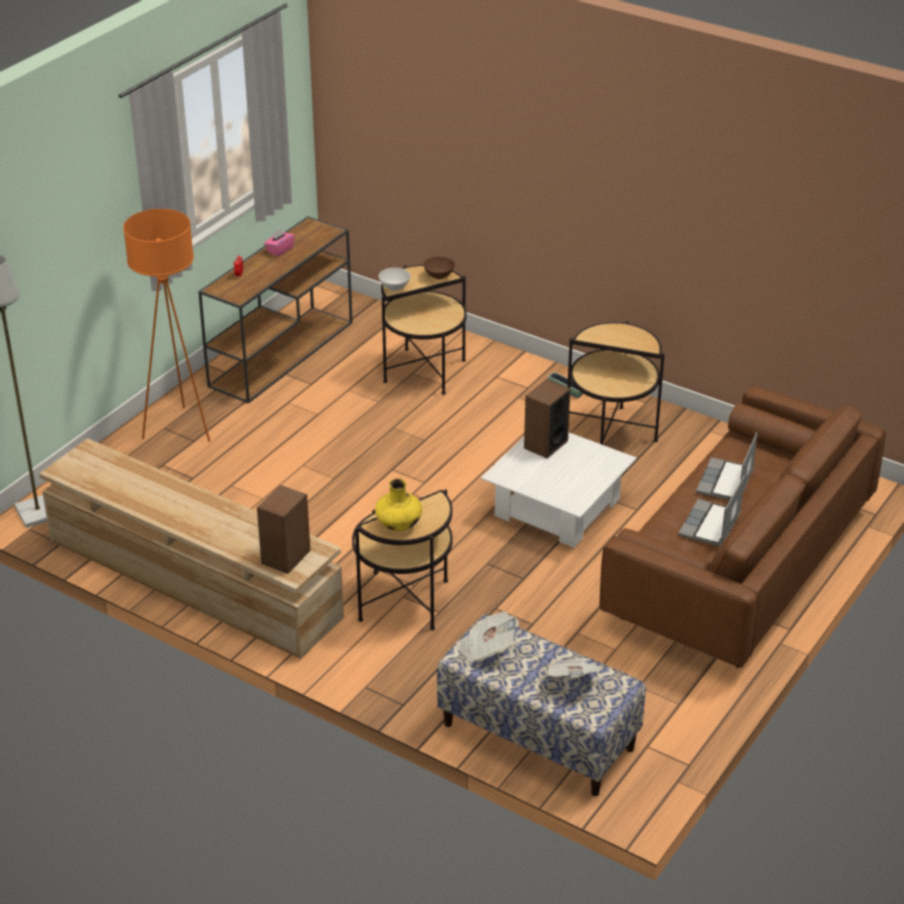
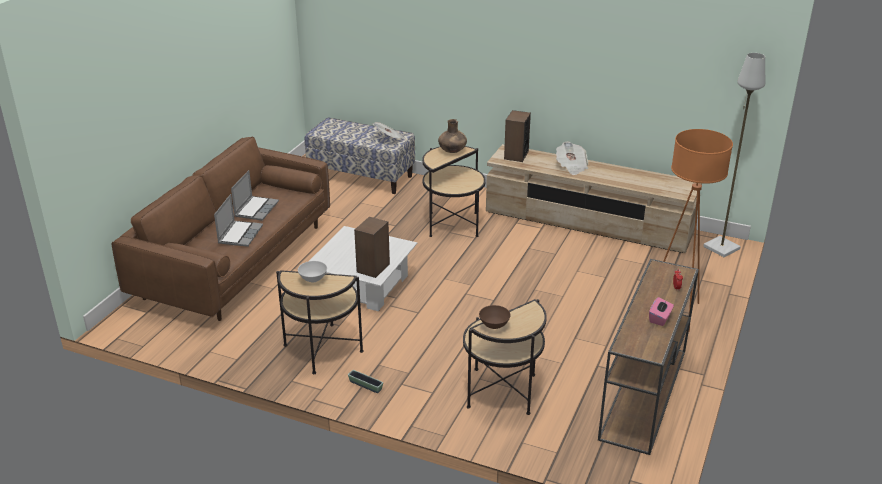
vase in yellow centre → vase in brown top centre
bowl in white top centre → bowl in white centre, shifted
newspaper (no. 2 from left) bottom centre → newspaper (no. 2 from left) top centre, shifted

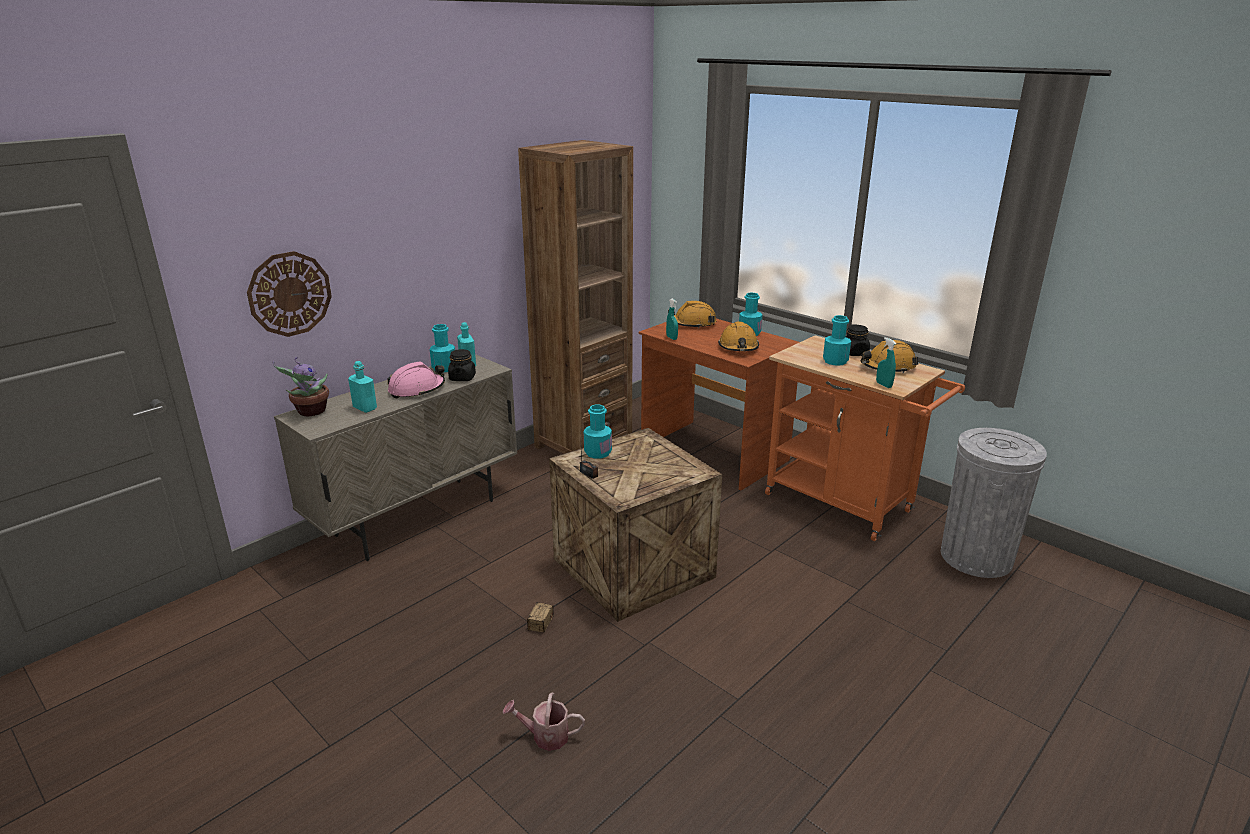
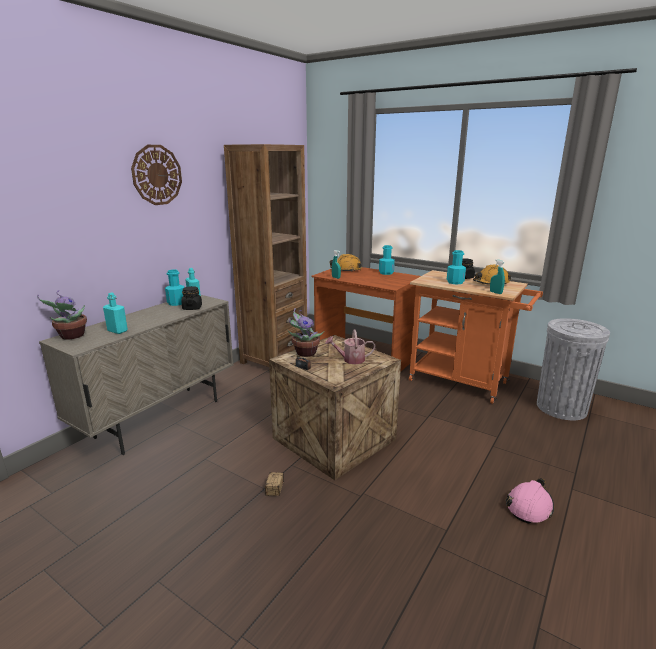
wall clock middle left → wall clock top left, shifted
hard hat in pink middle left → hard hat in pink bottom right, shifted
watering can bottom centre → watering can centre, shifted
bottle in turquoise (no. 4 from left) centre → potted plant (no. 2 from left) centre
hard hat in orange (no. 2 from left) centre → -

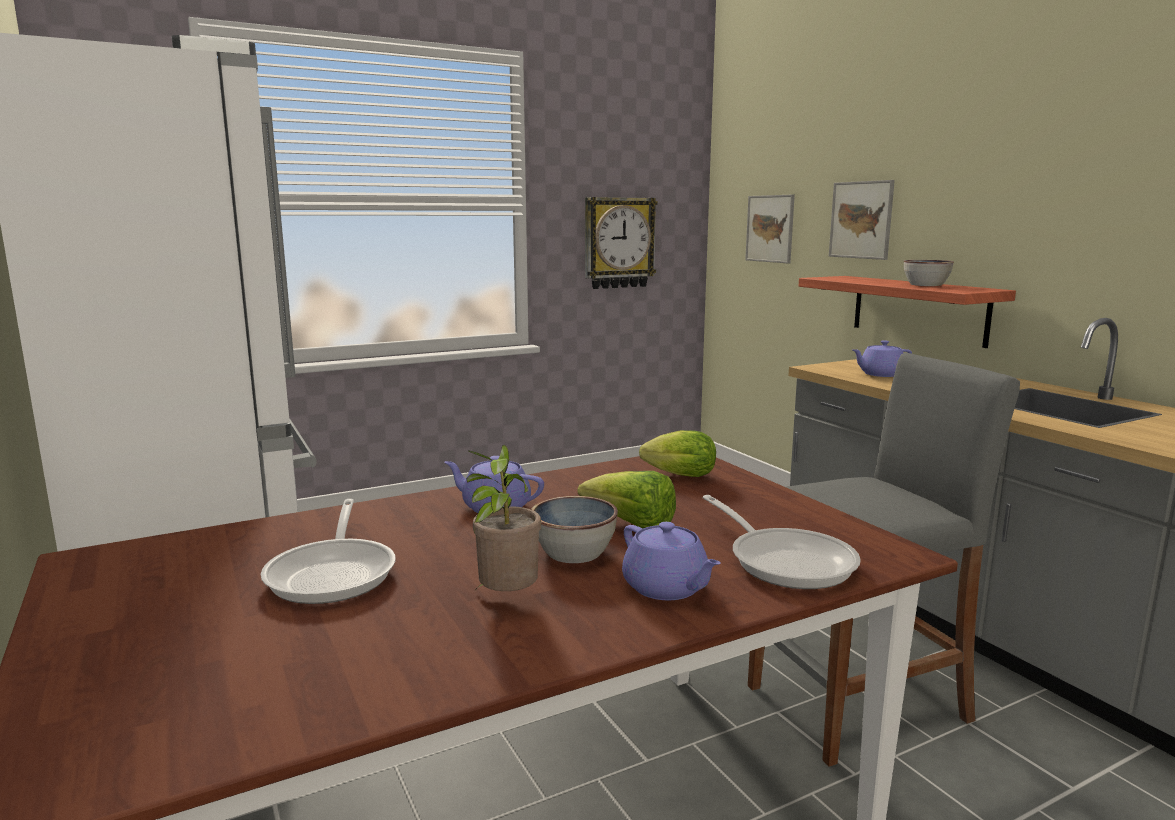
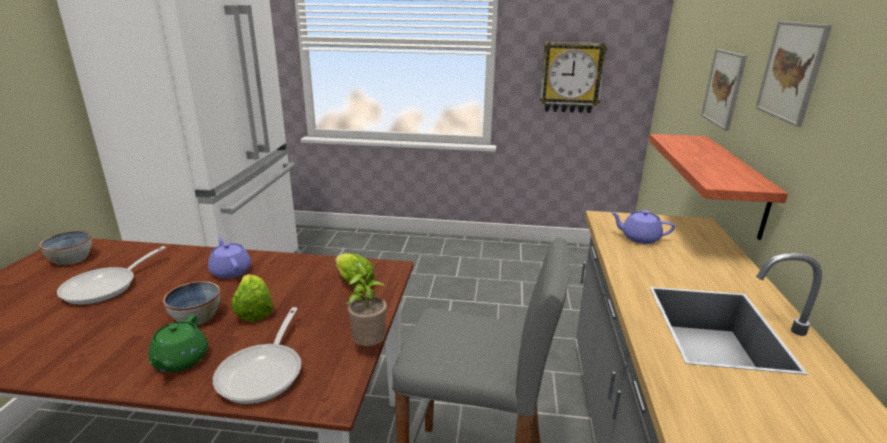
potted plant centre → potted plant bottom centre, shifted
teapot in purple (no. 2 from left) bottom centre → teapot in green bottom left
picture (no. 1 from left in the first image) top centre → picture (no. 2 from left) top right, shifted
bowl (no. 2 from left in the first image) top right → bowl (no. 1 from left) middle left, shifted

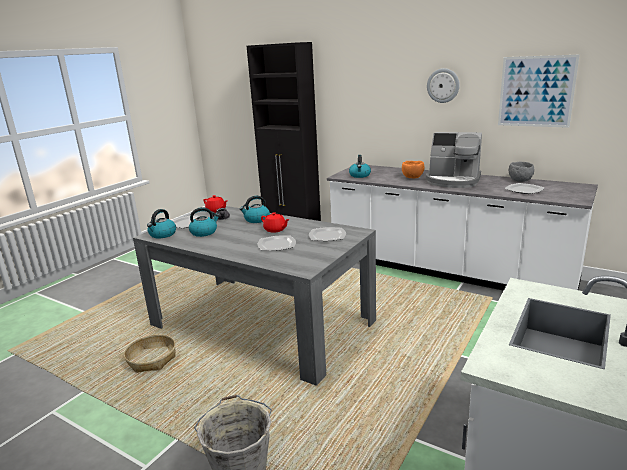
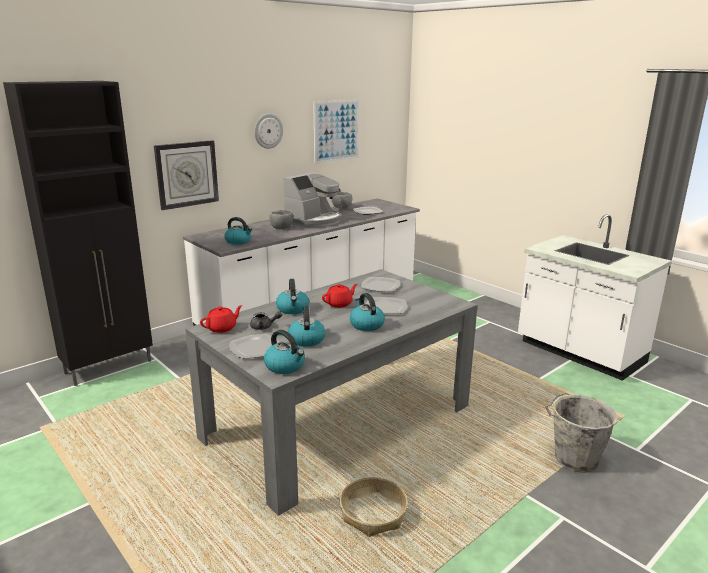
bowl in orange centre → bowl in grey (no. 1 from left) centre
- → wall clock (no. 1 from left) top left
- → kettle (no. 5 from left) centre

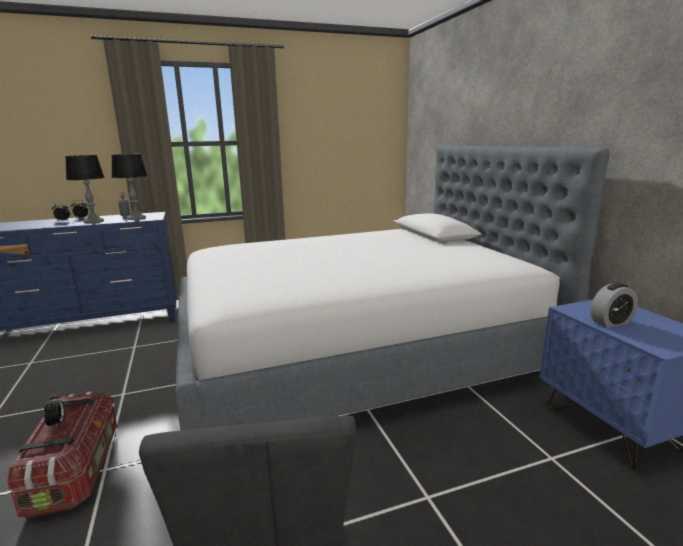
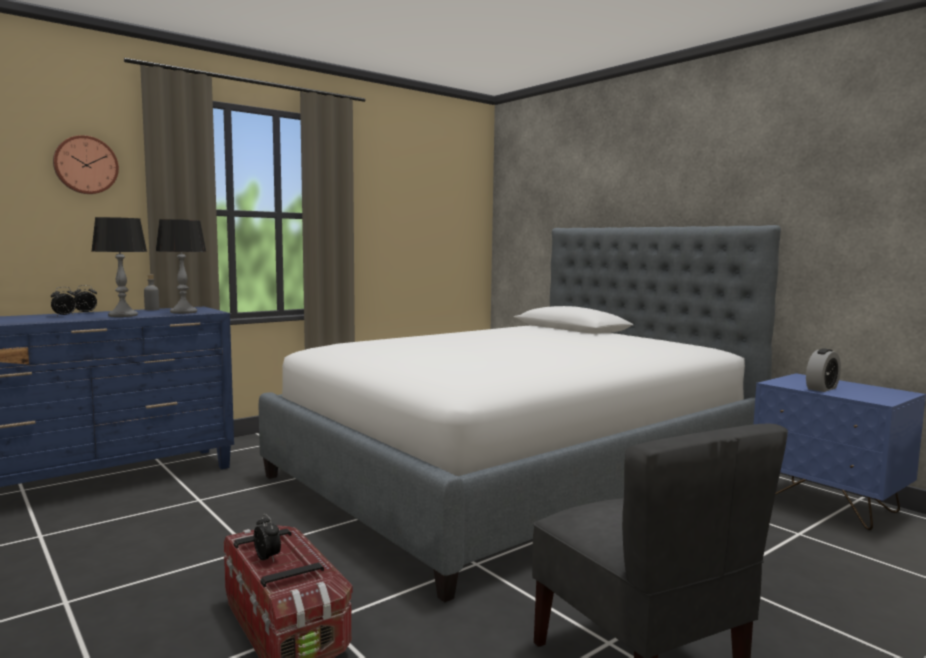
- → wall clock top left

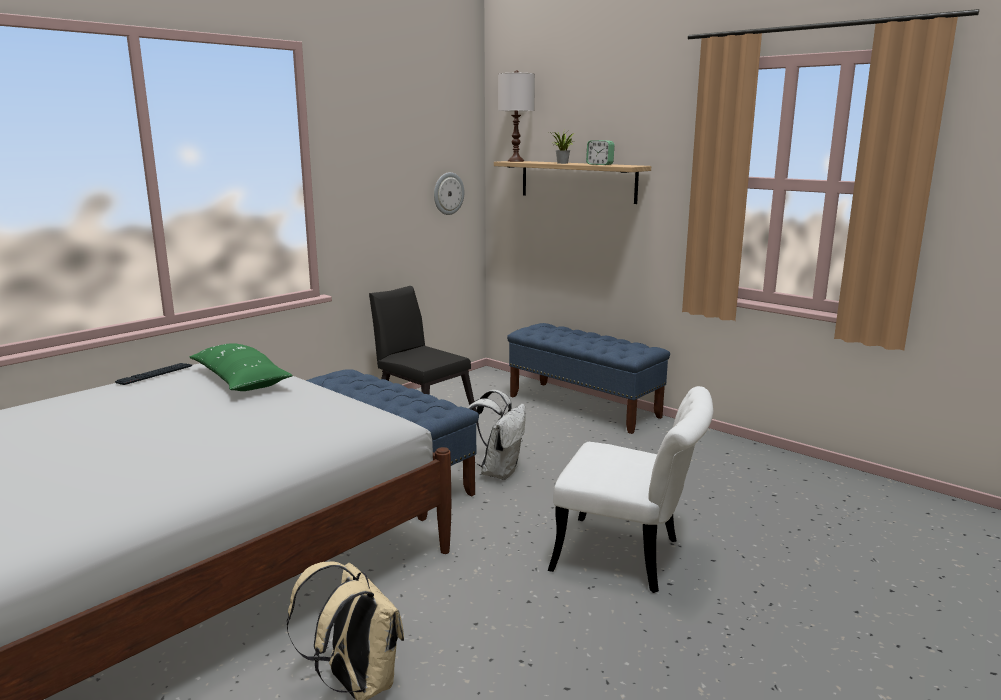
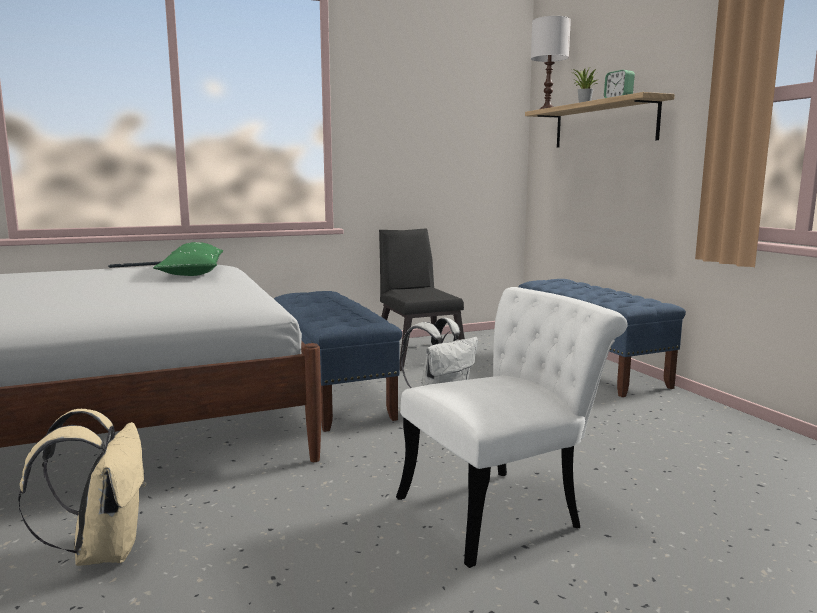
wall clock top centre → -
chair in white bottom centre, 75 degrees counterclockwise

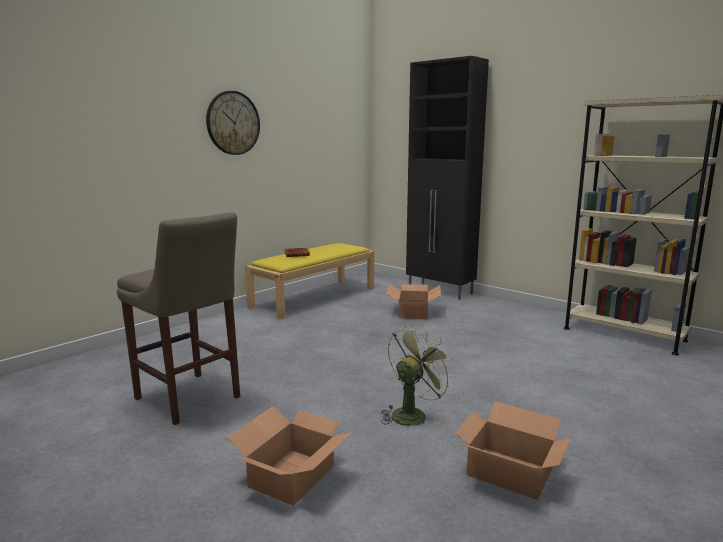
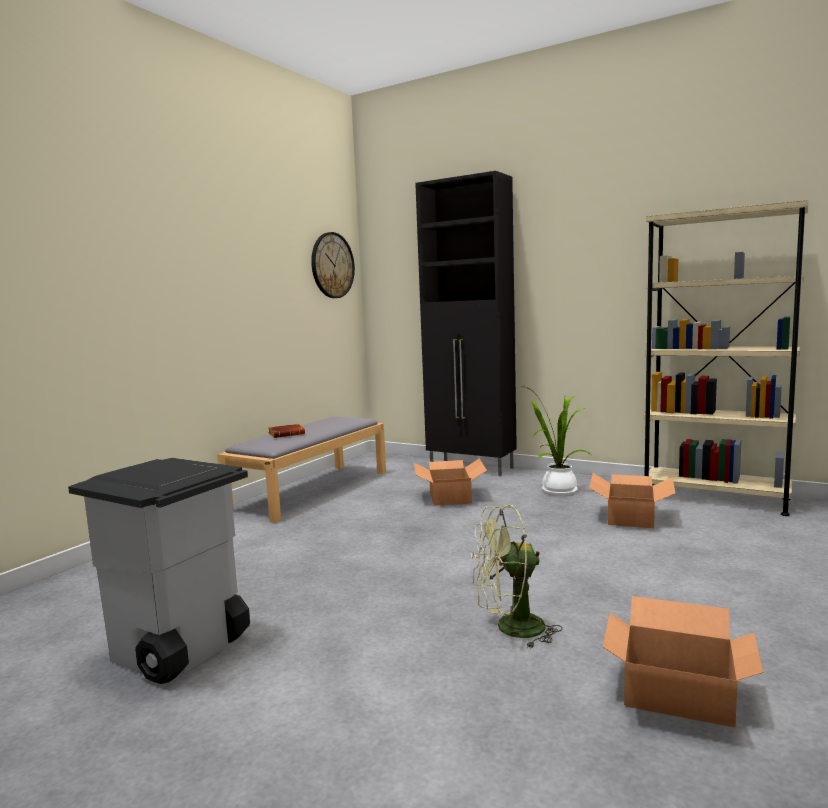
stool in beige middle left → trash can in grey bottom left
wall clock top left → wall clock top centre, shifted
cardboard box (no. 1 from left in the first image) bottom centre → cardboard box (no. 2 from left) middle right, shifted
bench in yellow centre → bench in grey centre
fan in green bottom centre, 135 degrees counterclockwise
- → potted plant middle right

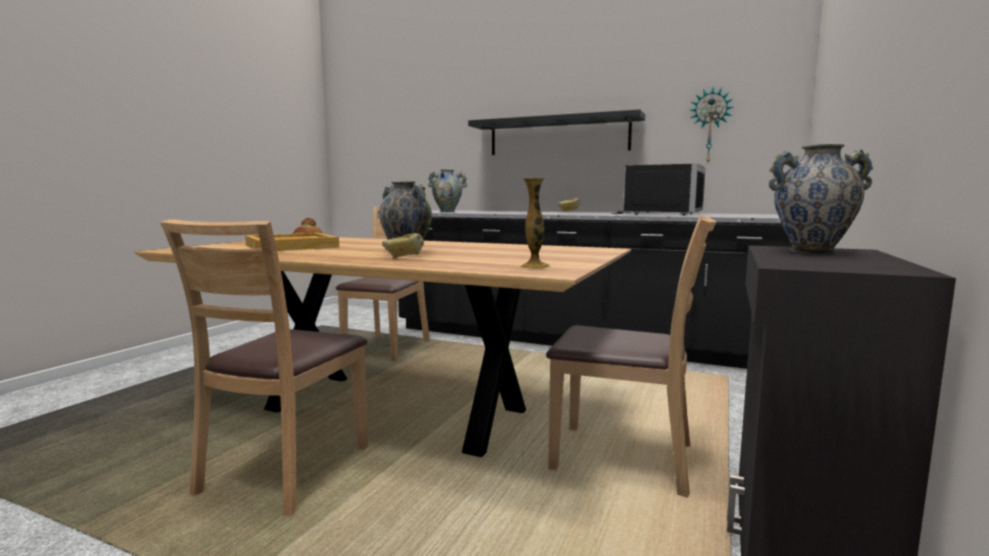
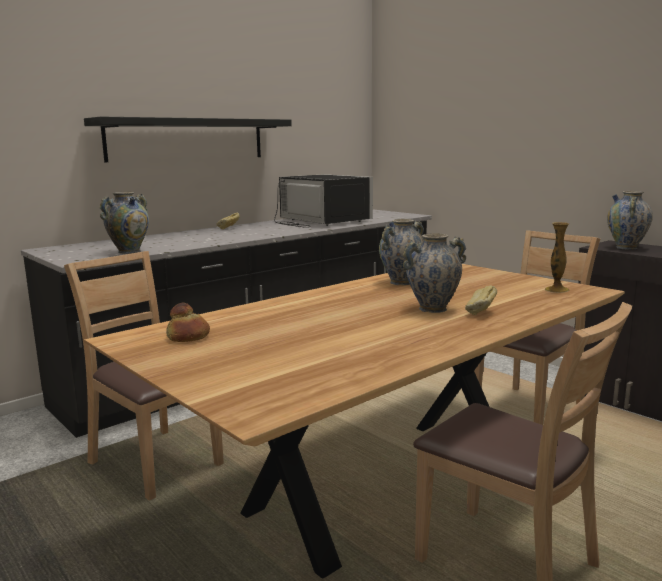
tray in beige middle left → -
wall clock top right → -
- → vase (no. 2 from left) centre

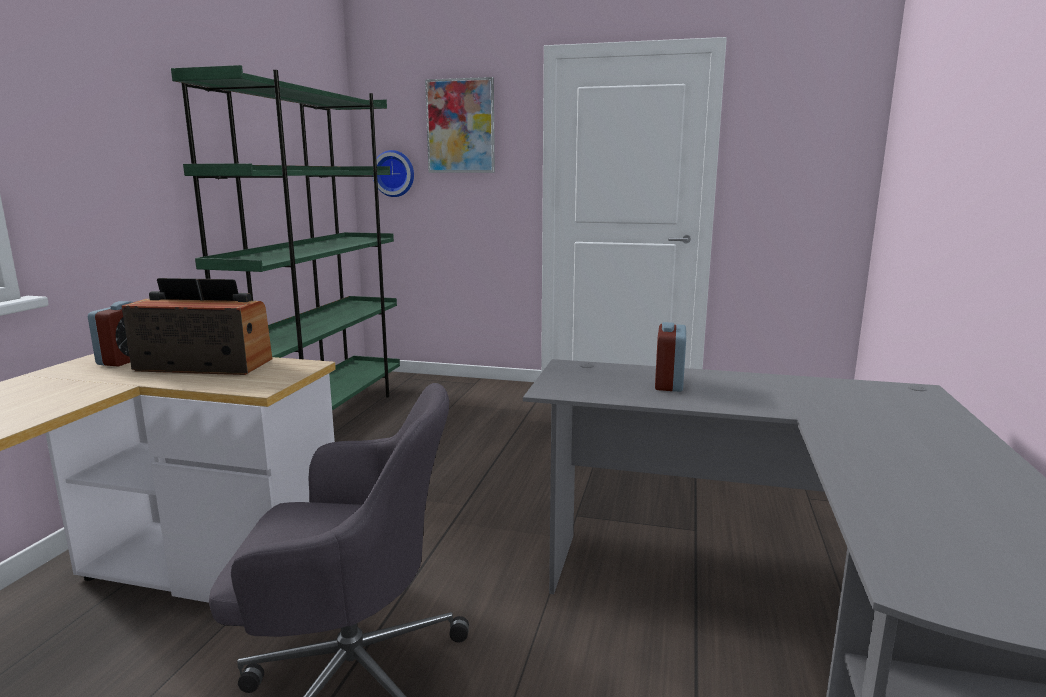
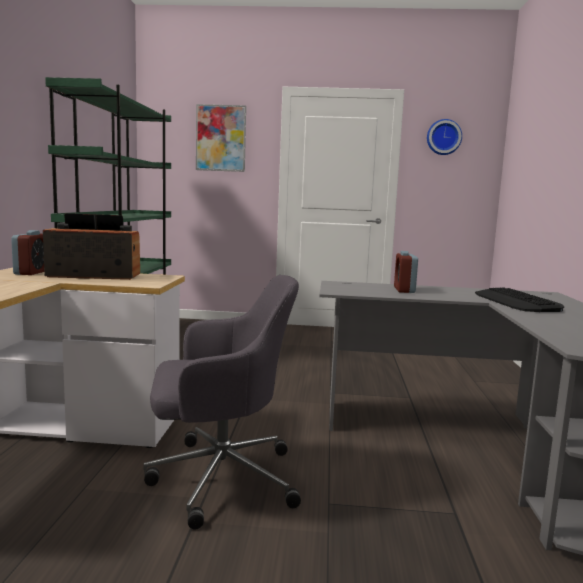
wall clock top centre → wall clock top right, shifted
- → keyboard middle right

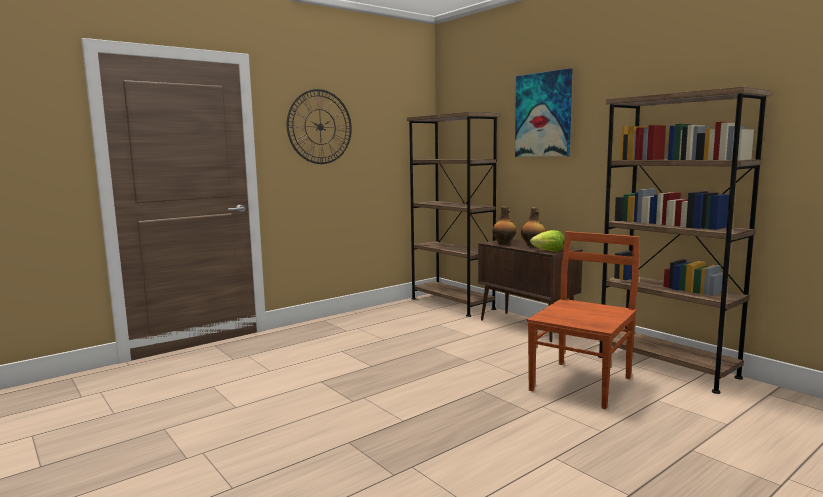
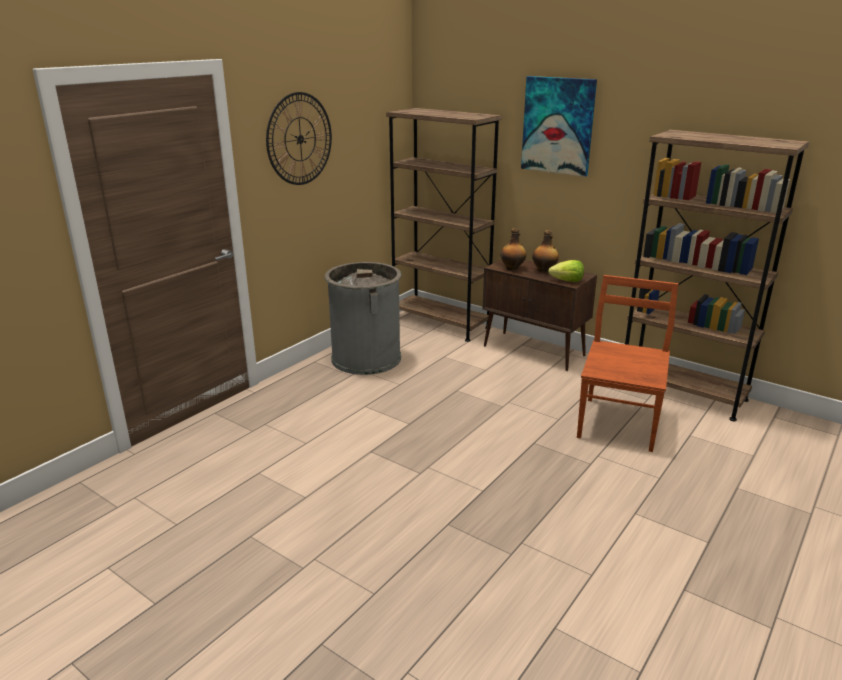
- → trash can in grey centre

